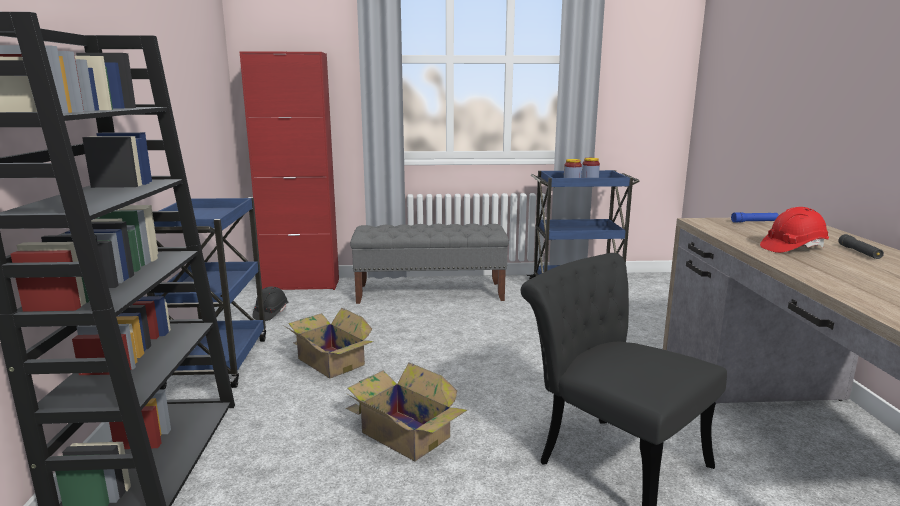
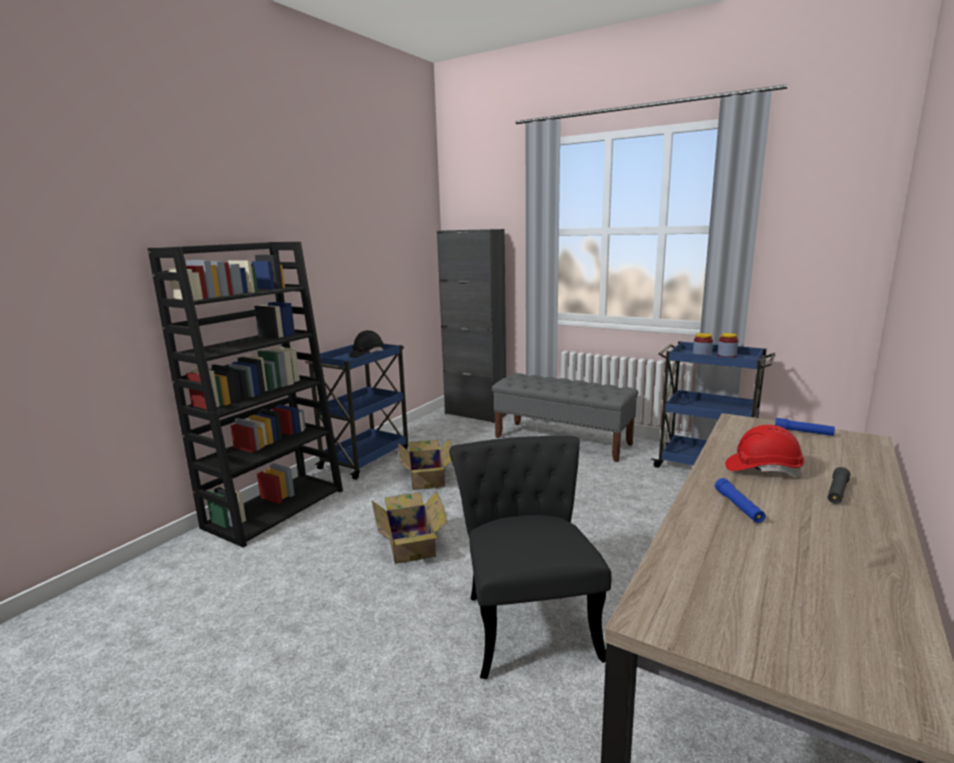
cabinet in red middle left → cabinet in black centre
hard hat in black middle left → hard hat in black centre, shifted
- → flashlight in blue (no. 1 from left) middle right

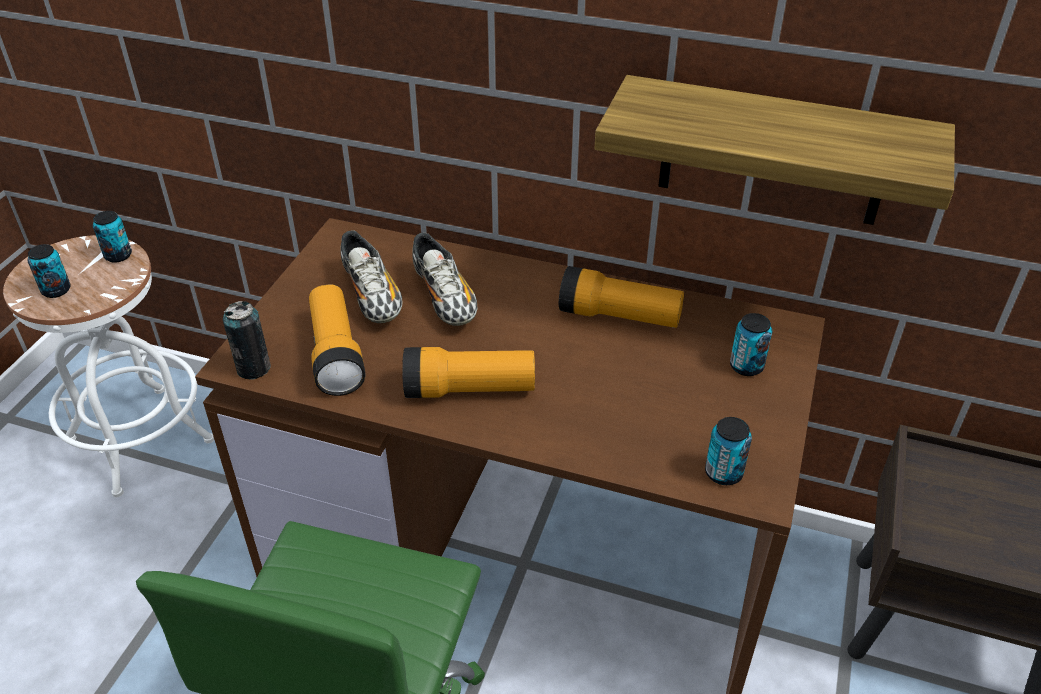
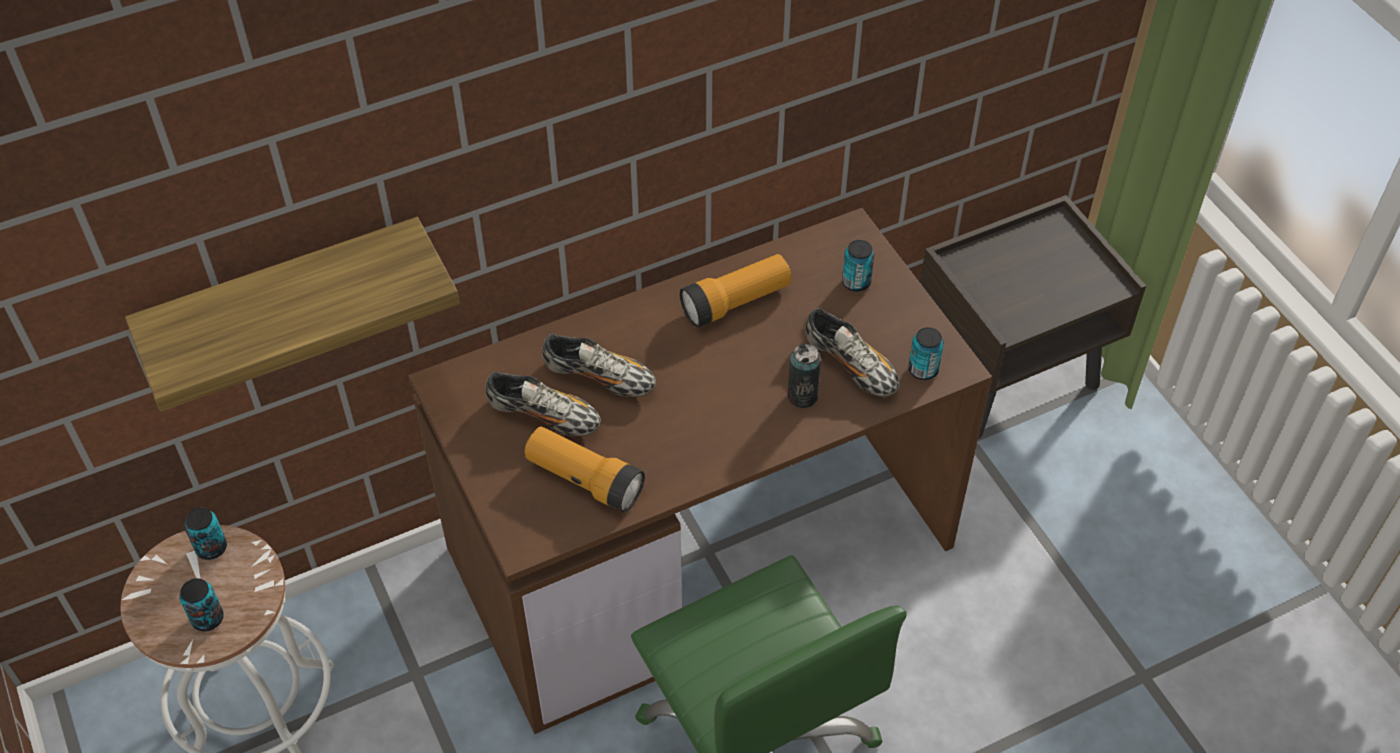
can (no. 3 from left) middle left → can (no. 3 from left) centre, shifted
flashlight (no. 2 from left) centre → -
shelf top right → shelf middle left, shifted
- → shoe (no. 3 from left) centre

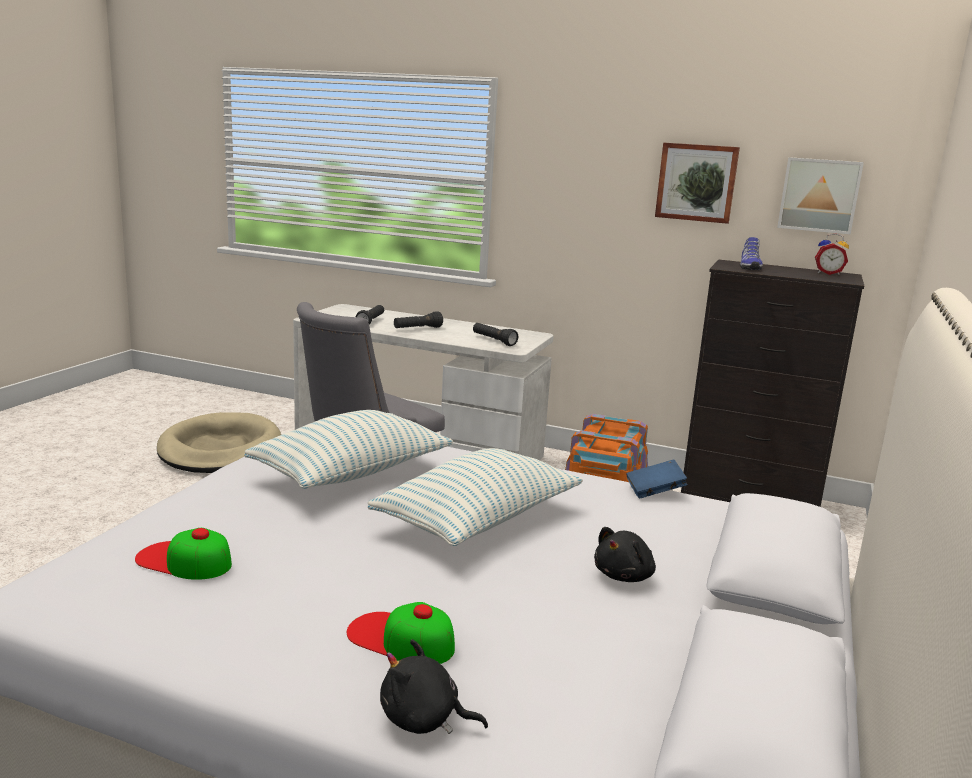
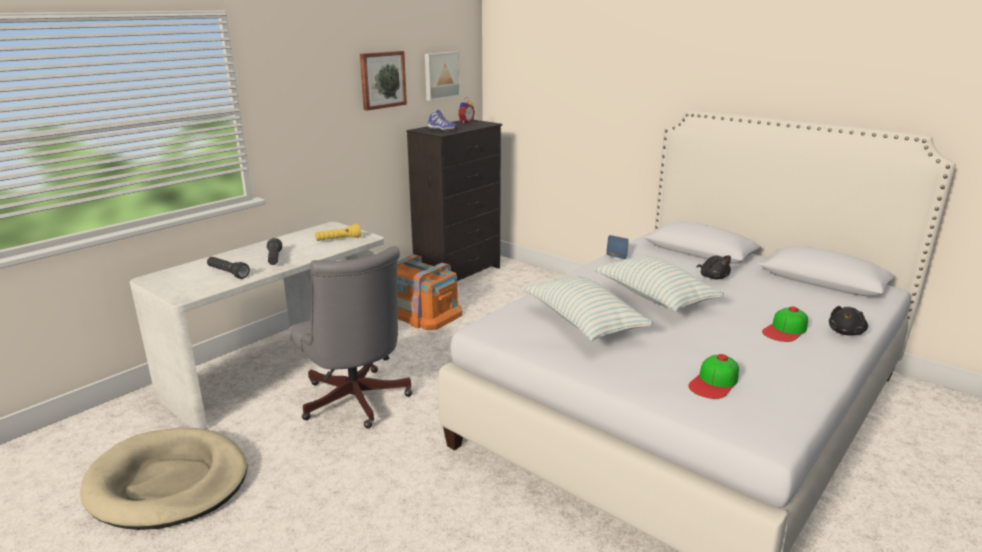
flashlight in black (no. 3 from left) centre → flashlight in yellow centre

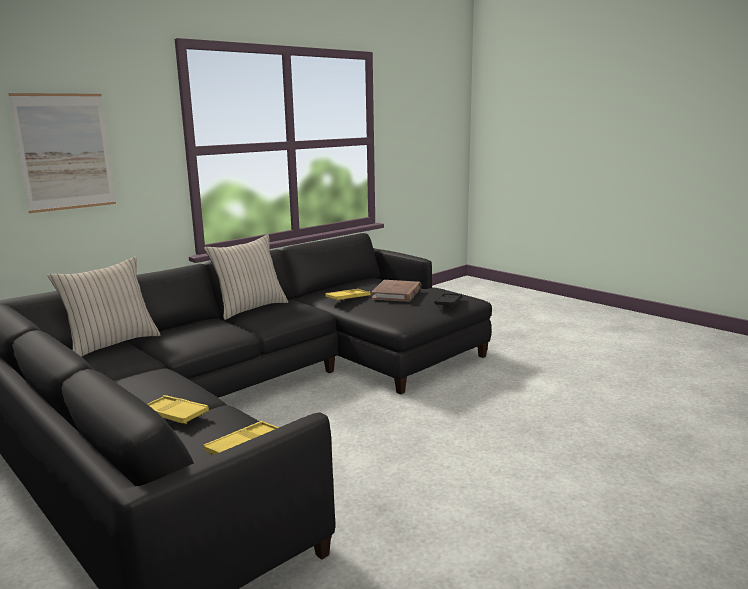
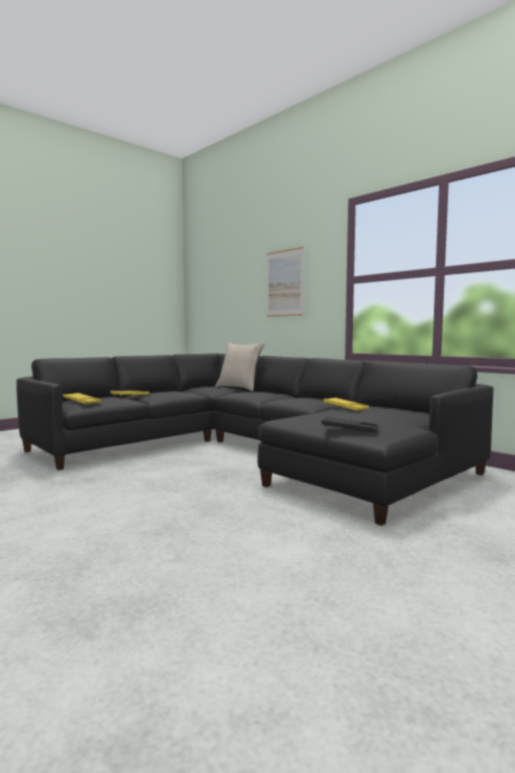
pillow in beige (no. 2 from left) middle left → -
book in brown centre → -

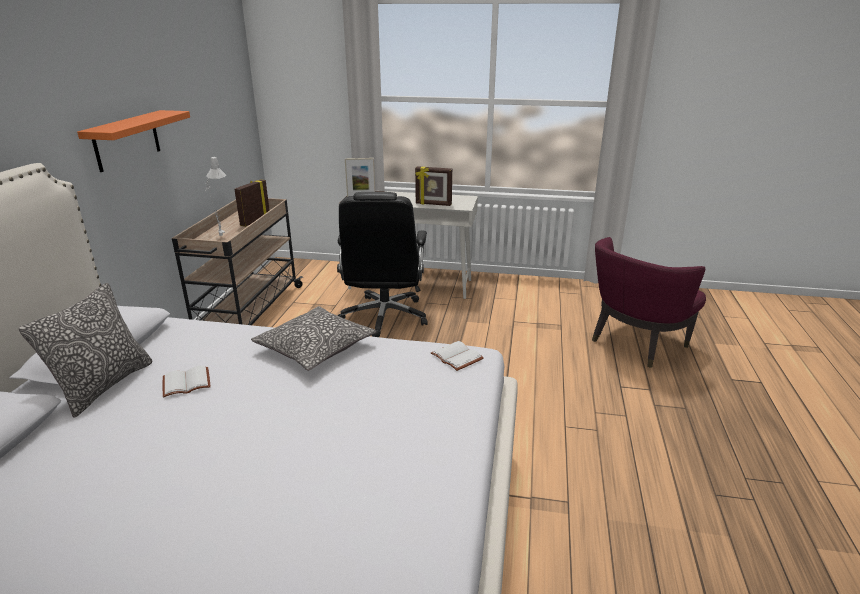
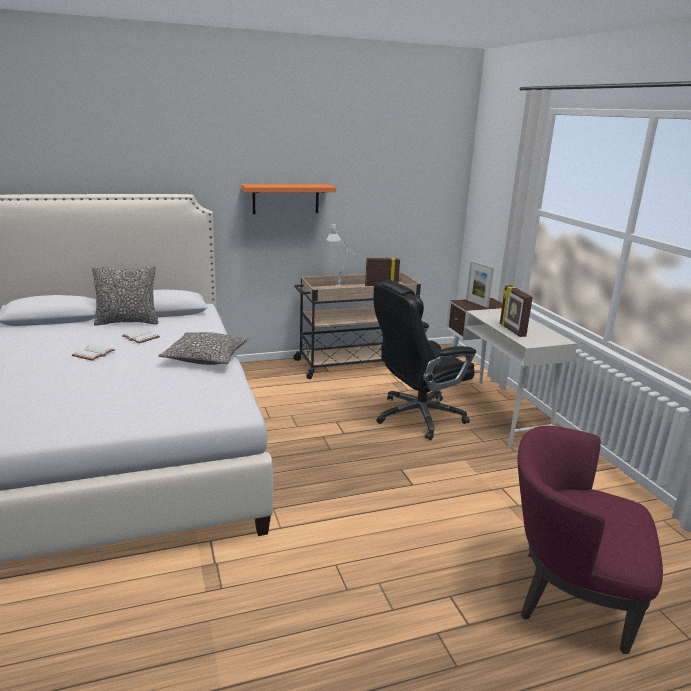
book in white (no. 2 from left in the first image) centre → book in white (no. 1 from left) middle left, shifted

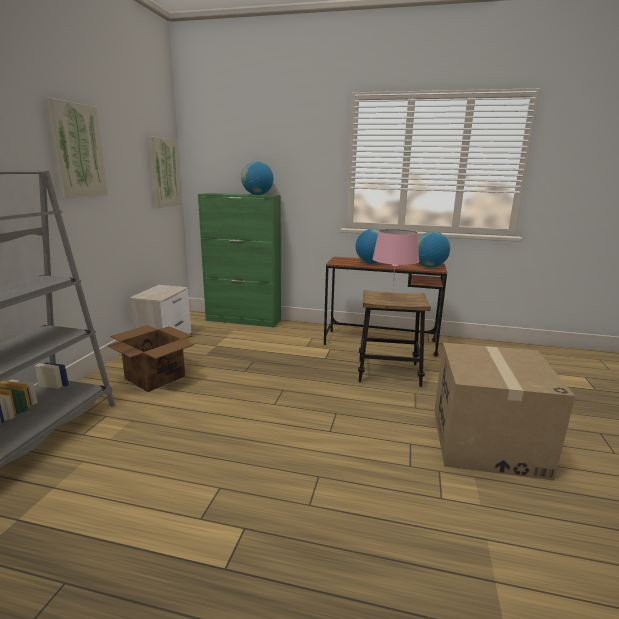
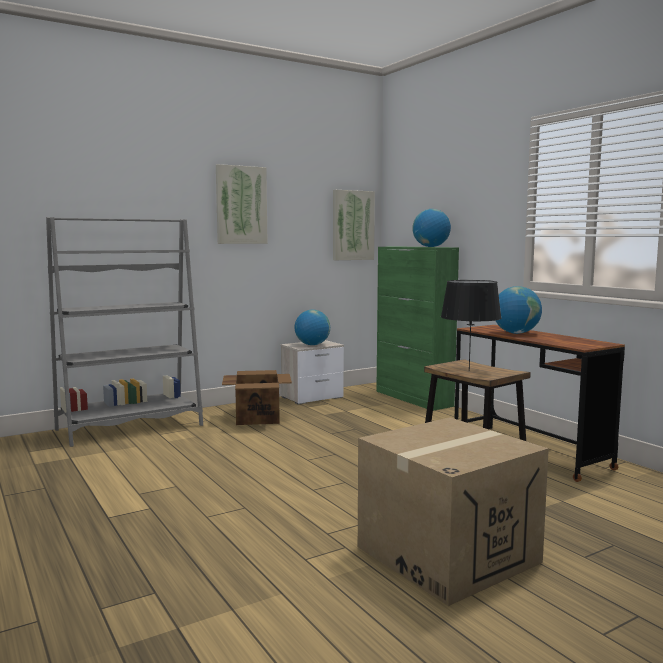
table lamp in pink centre → table lamp in black middle right
globe (no. 3 from left in the first image) middle right → globe (no. 1 from left) centre, shifted

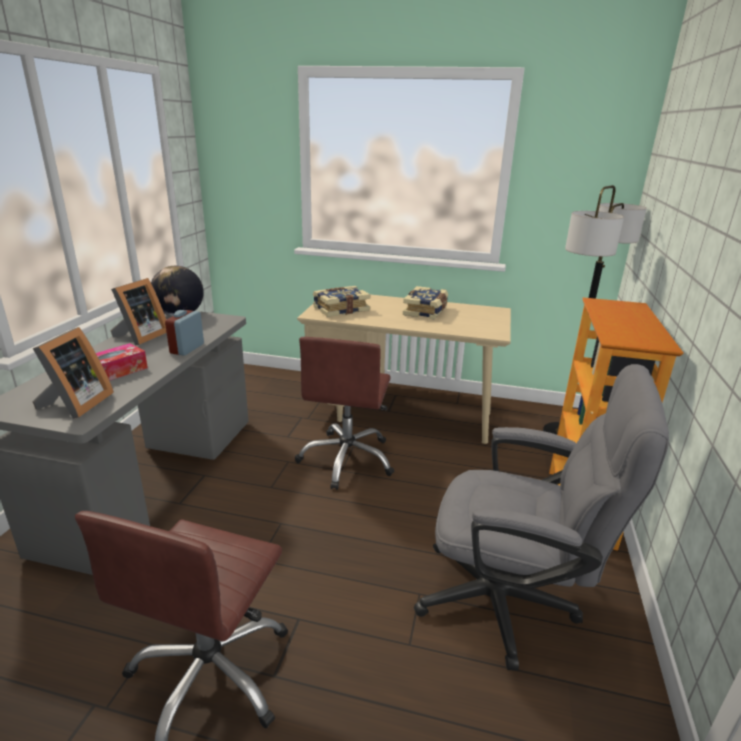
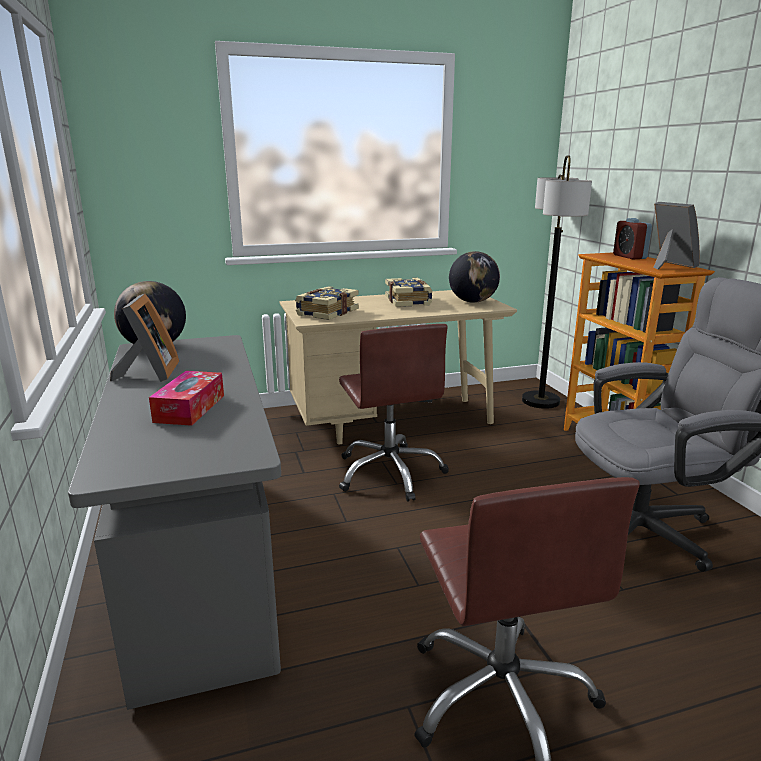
picture frame (no. 1 from left in the first image) middle left → picture frame (no. 2 from left) top right, shifted
alarm clock middle left → alarm clock top right, shifted
- → globe (no. 2 from left) centre

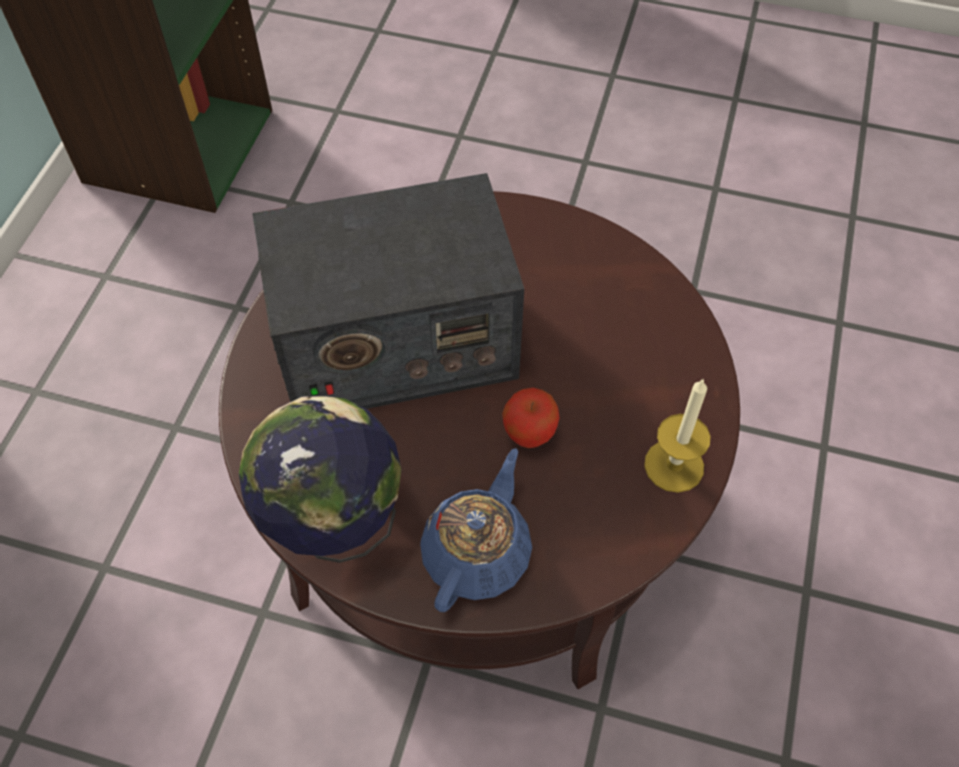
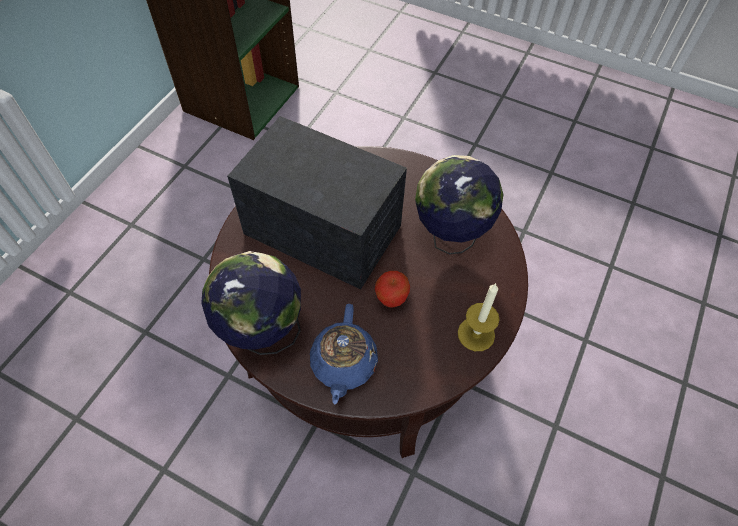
radio centre, 150 degrees counterclockwise
teapot in blue bottom centre, 150 degrees clockwise
- → globe (no. 2 from left) centre

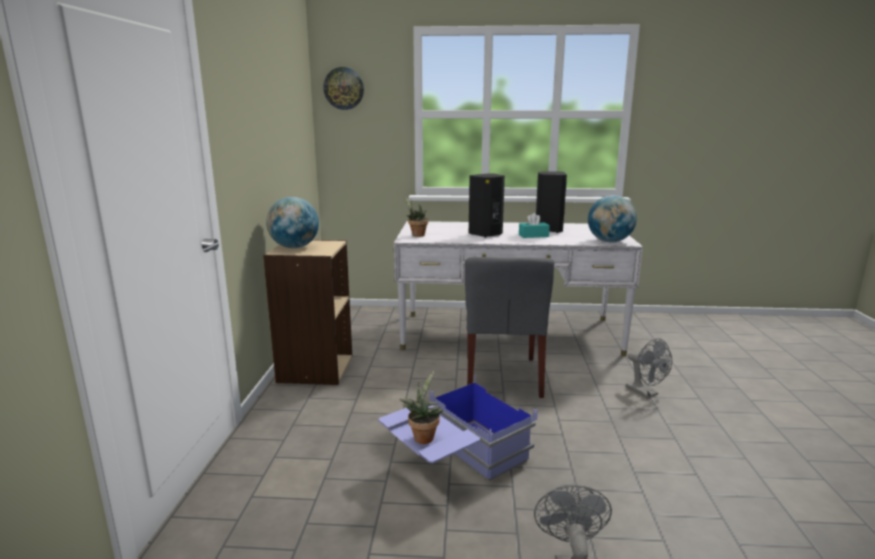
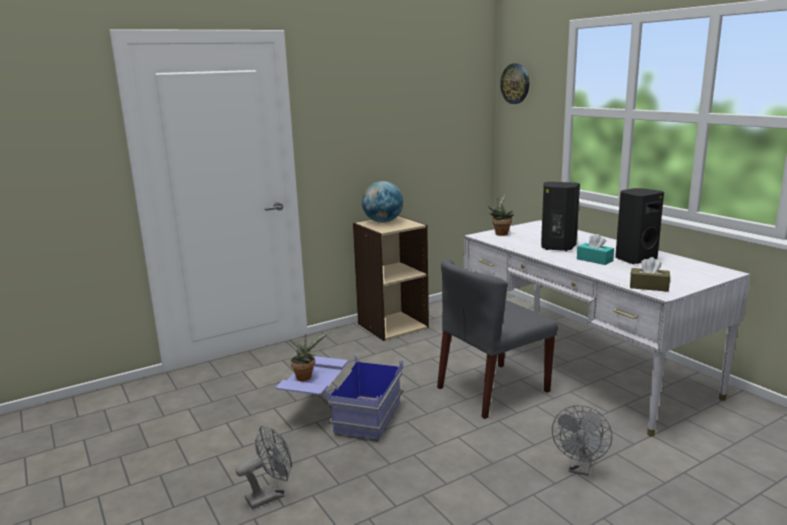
globe (no. 2 from left) middle right → tissue box in brown middle right

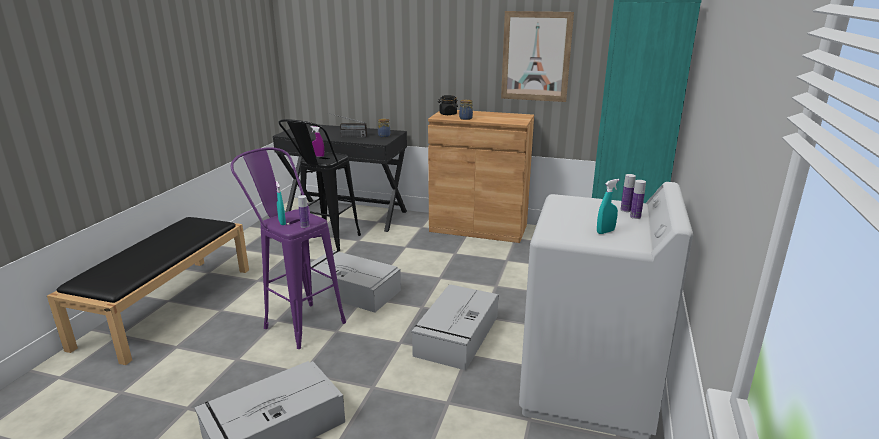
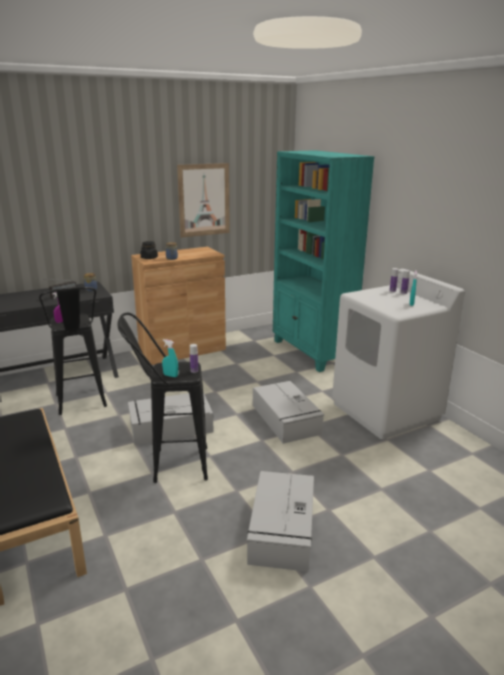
stool in purple middle left → stool in black (no. 2 from left) middle left

